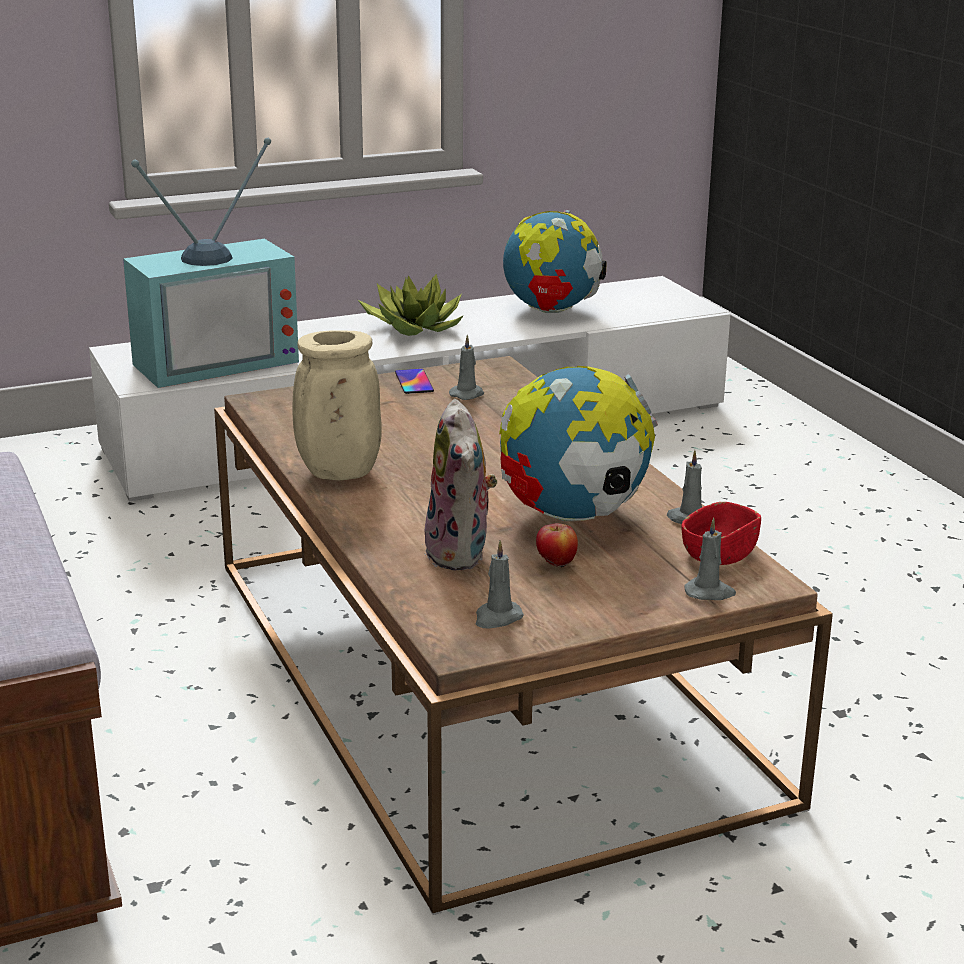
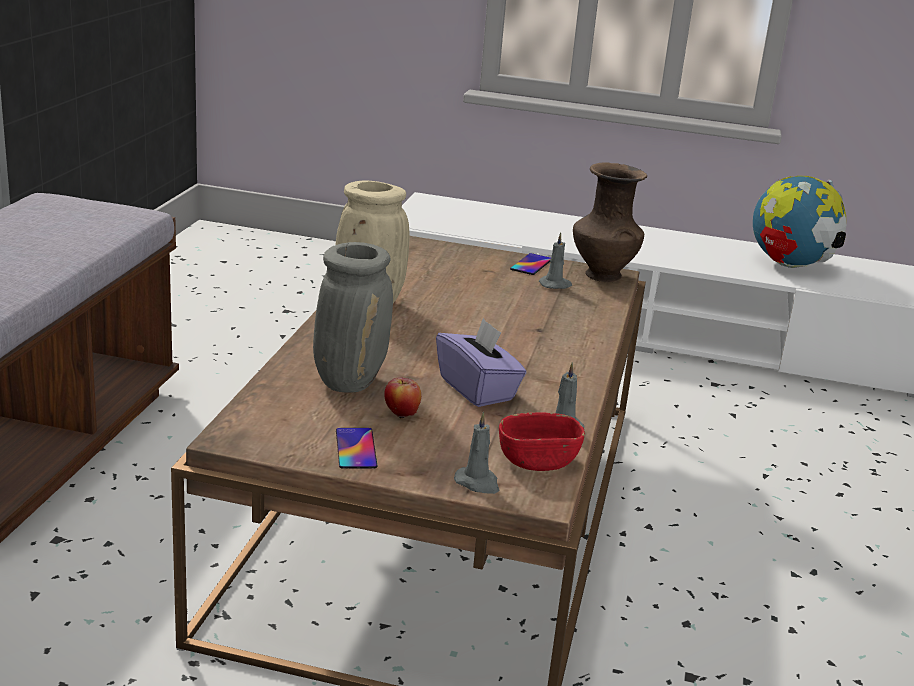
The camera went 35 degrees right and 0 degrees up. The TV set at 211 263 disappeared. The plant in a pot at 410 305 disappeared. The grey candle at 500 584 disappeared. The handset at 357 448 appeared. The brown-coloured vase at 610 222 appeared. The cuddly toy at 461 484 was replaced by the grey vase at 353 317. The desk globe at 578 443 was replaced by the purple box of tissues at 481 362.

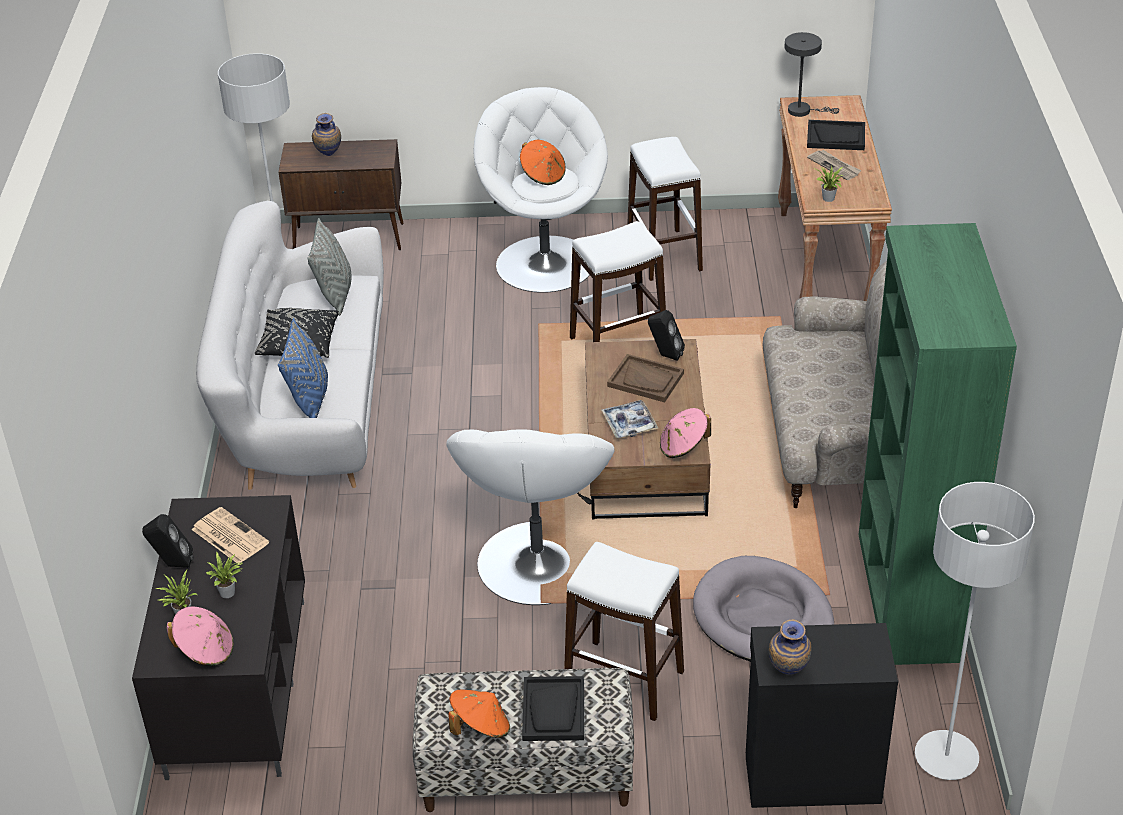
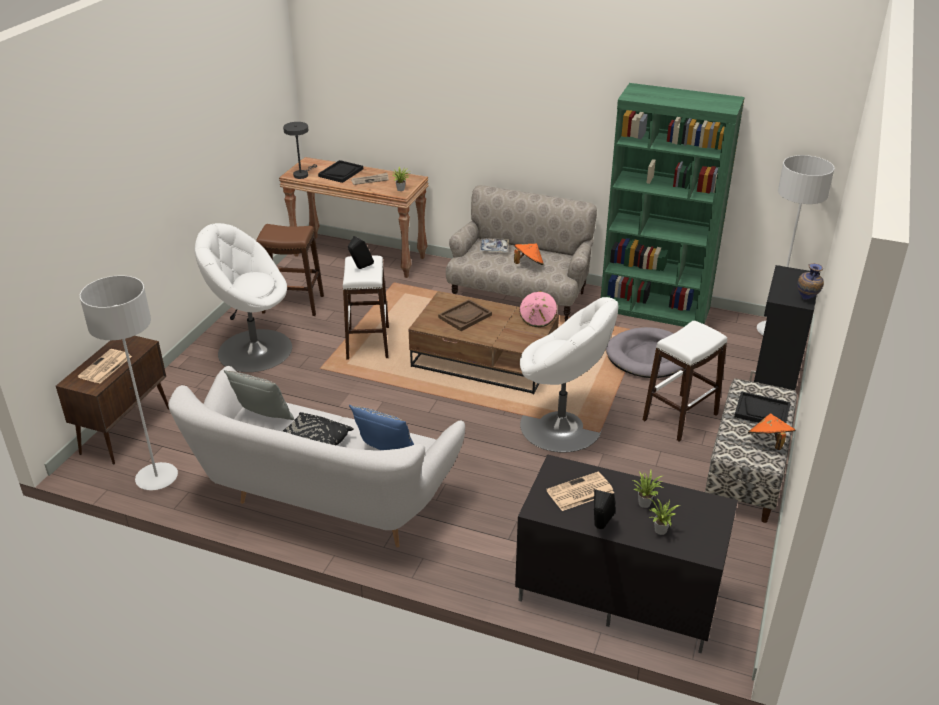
The camera went 70 degrees left and 5 degrees down. The pinkish clothing hat at 200 636 disappeared. The orangey clothing hat moved from 543 162 to 529 254. The serving tray moved from 630 419 to 494 245. The black audio speaker moved from 666 335 to 361 252. The vase at 326 134 was replaced by the daily paper at 105 366. The whitish stool seat at 665 209 became the brown-coloured stool seat at 290 270.

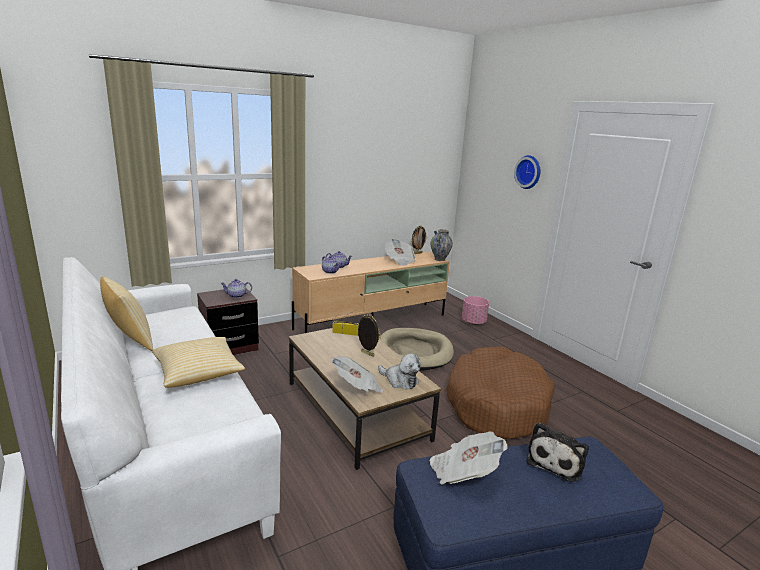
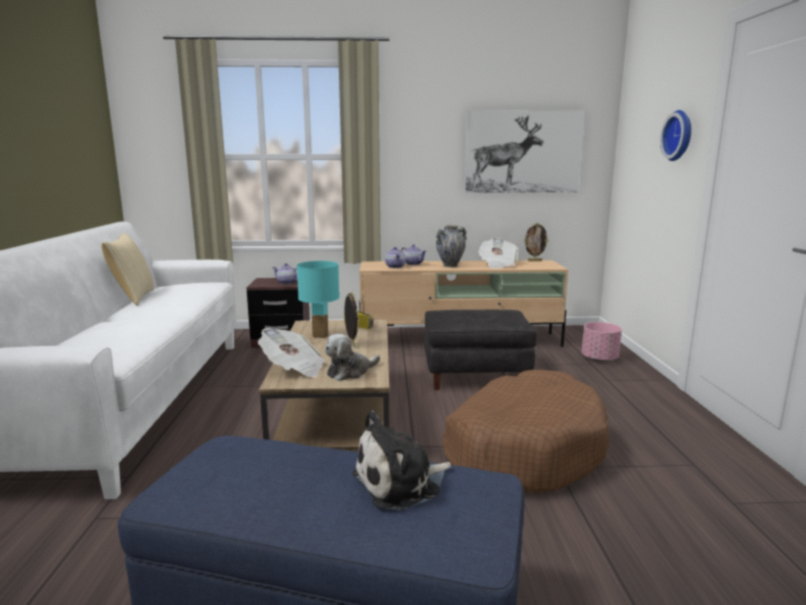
The camera went 30 degrees right and 5 degrees down. The cushion at 198 362 disappeared. The daily paper at 469 458 disappeared. The turquoise-coloured table lamp at 318 299 appeared. The wall art at 525 151 appeared. The vase moved from 441 245 to 451 246. The beige-coloured dog bed at 416 349 was replaced by the black pouffe at 480 350. The cuddly toy at 399 371 turned 75 degrees clockwise.

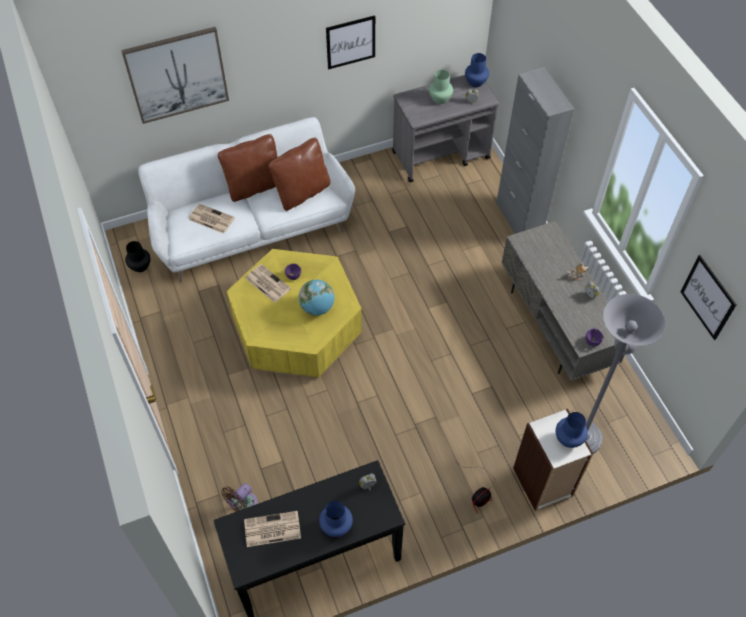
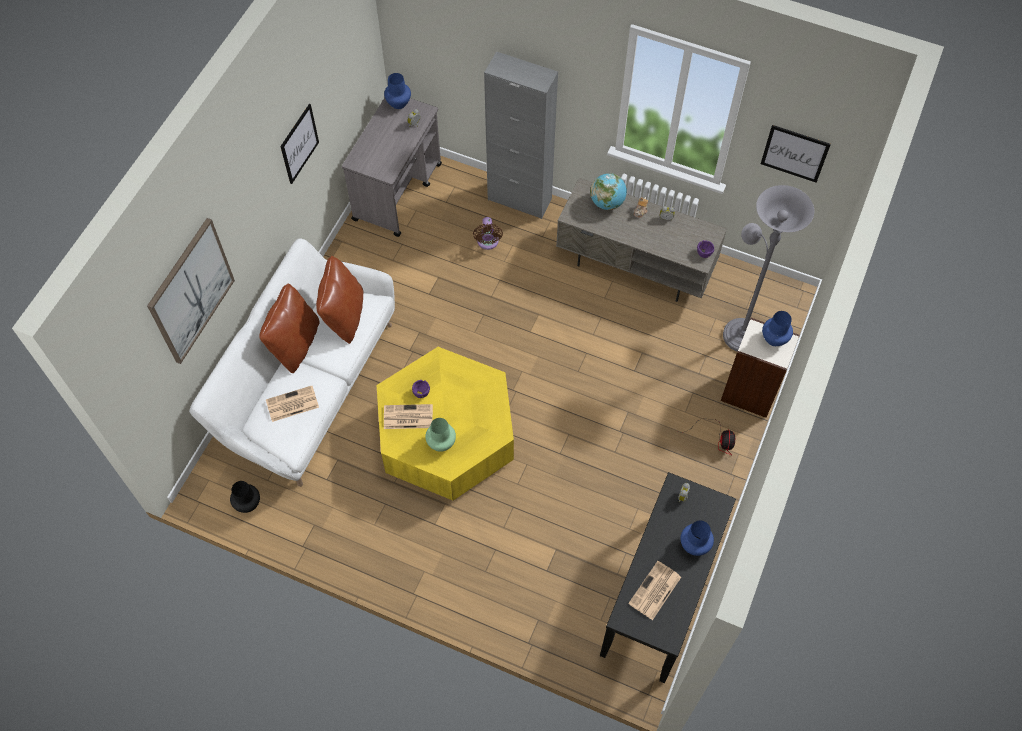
The camera went 45 degrees left and 5 degrees up. The brown-coloured fan moved from 239 497 to 488 233. The desk globe moved from 317 298 to 608 191. The green-coloured vase moved from 441 87 to 440 435.

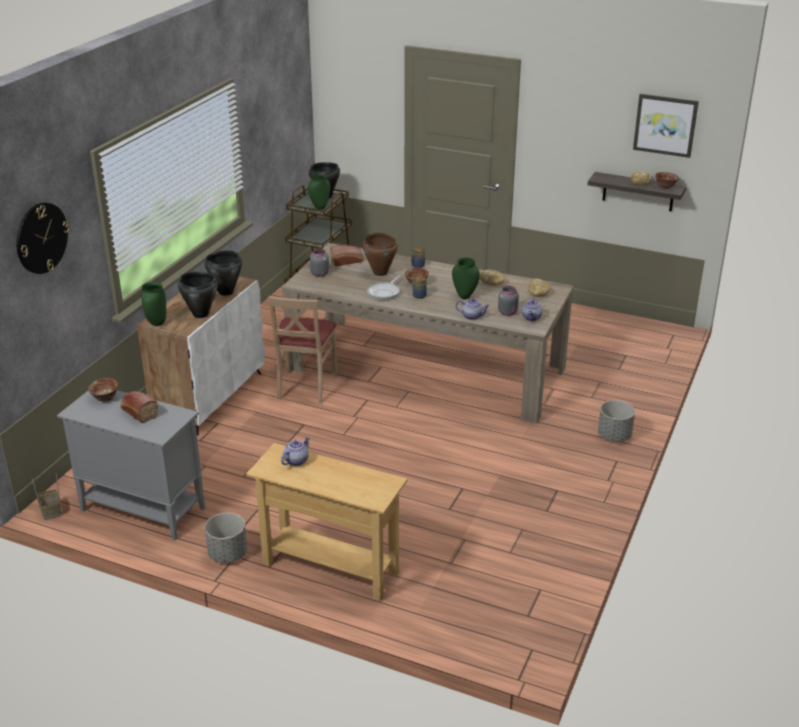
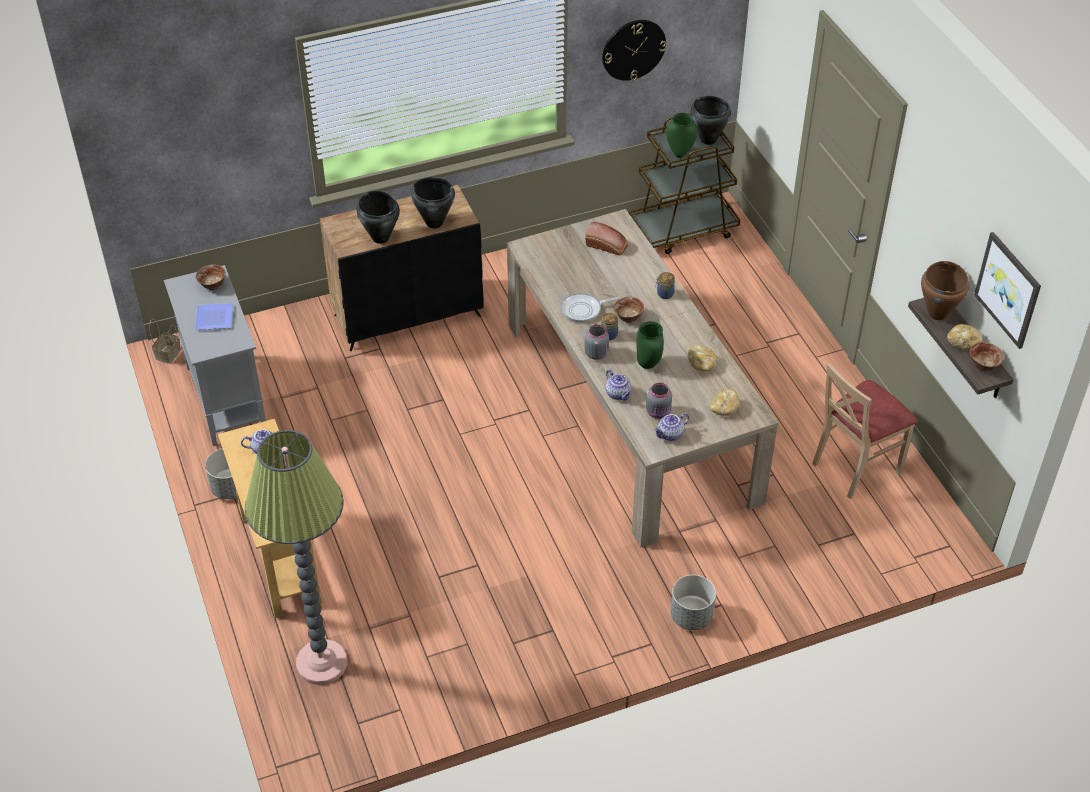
The camera went 45 degrees right and 15 degrees up. The green-coloured vase at 154 304 disappeared. The standard lamp at 296 557 appeared. The clock on the wall moved from 42 238 to 634 50. The beige-coloured chair moved from 302 350 to 865 431. The grey storage jar moved from 319 263 to 596 342. The brown-coloured cooking pot moved from 380 254 to 945 290. The bread at 139 407 was replaced by the plate at 214 316. The whitish storage cabinet at 201 353 became the black storage cabinet at 402 268.

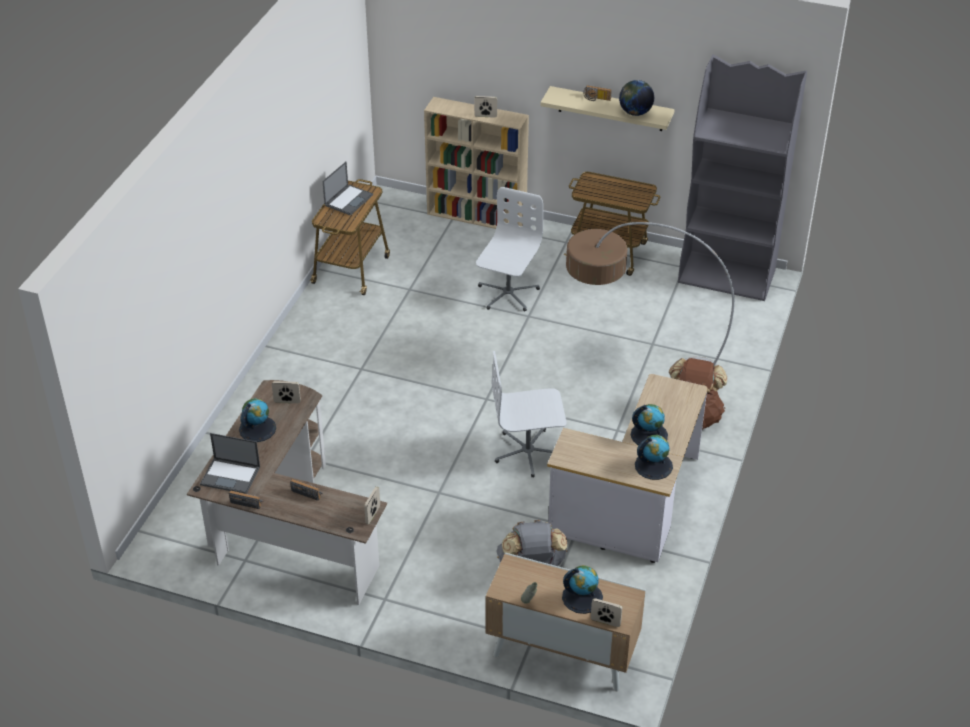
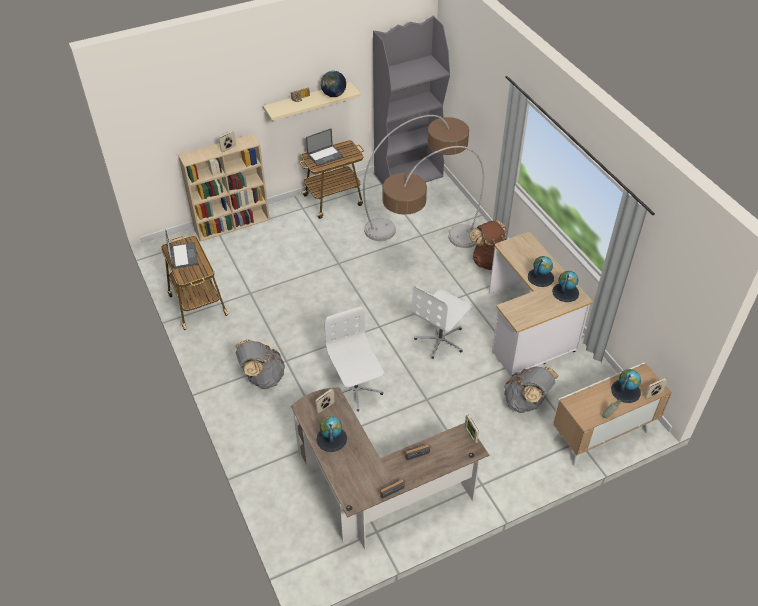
The camera went 45 degrees left and 5 degrees up. The grey backpack at 260 364 appeared. The standard lamp at 416 178 appeared. The portable computer moved from 230 463 to 324 147. The whitish computer chair moved from 509 249 to 354 359.

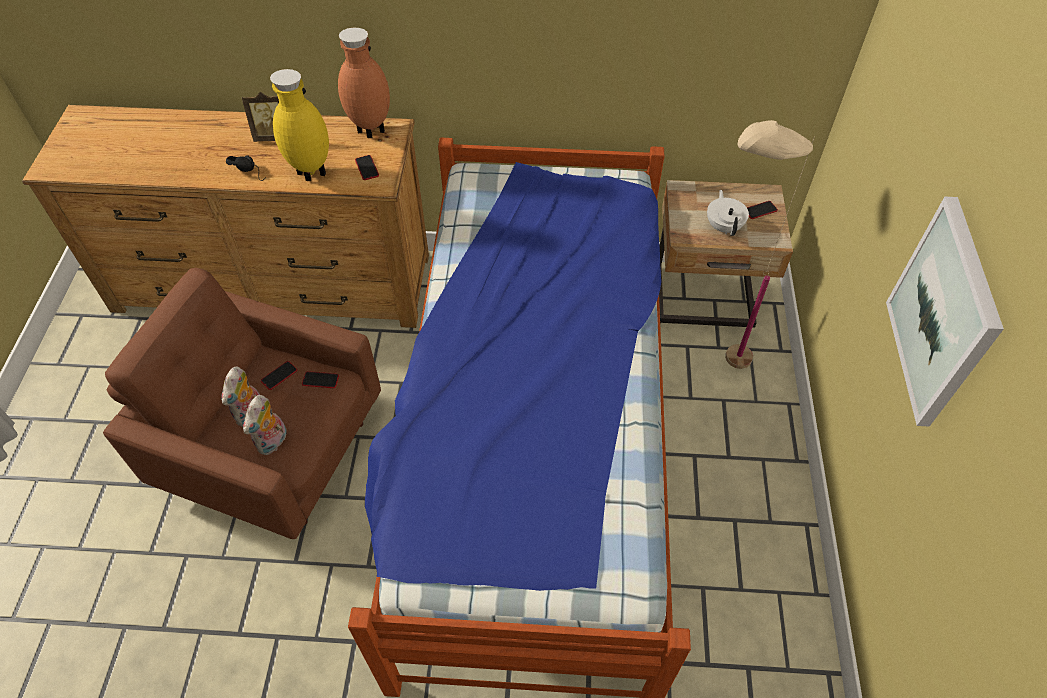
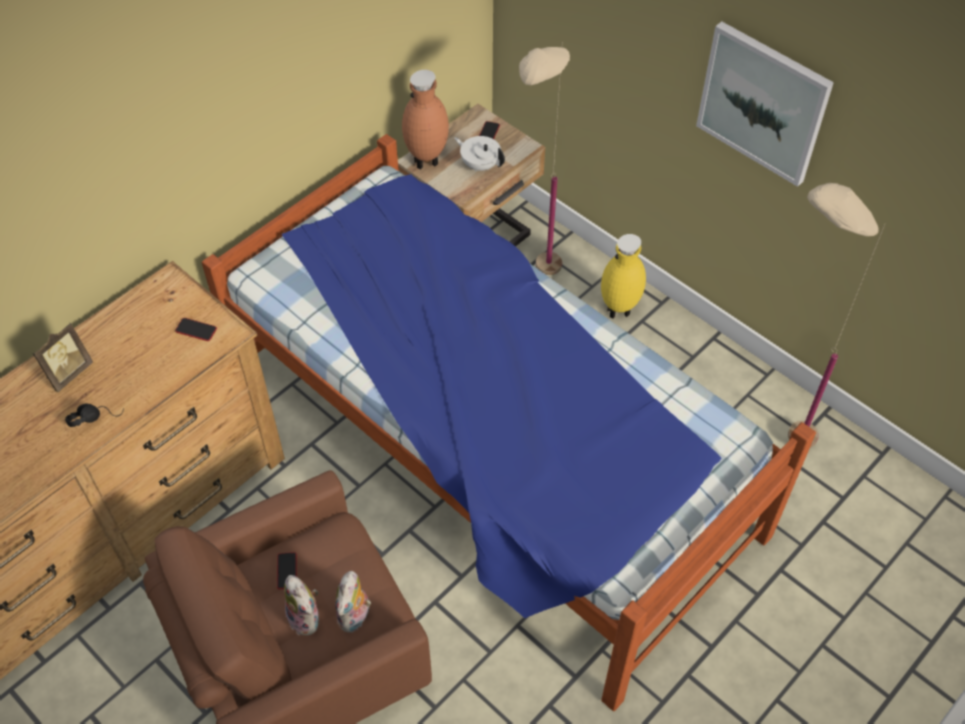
The camera went 50 degrees left and 0 degrees up. The handset at 320 379 disappeared. The beige-coloured standard lamp at 836 315 appeared. The yellow vase moved from 299 125 to 623 276. The brown-coloured vase moved from 364 83 to 425 120. The cuddly toy at 265 425 turned 45 degrees clockwise.

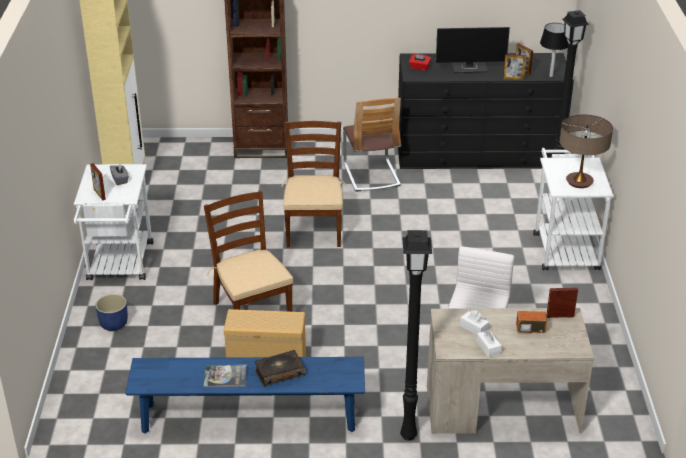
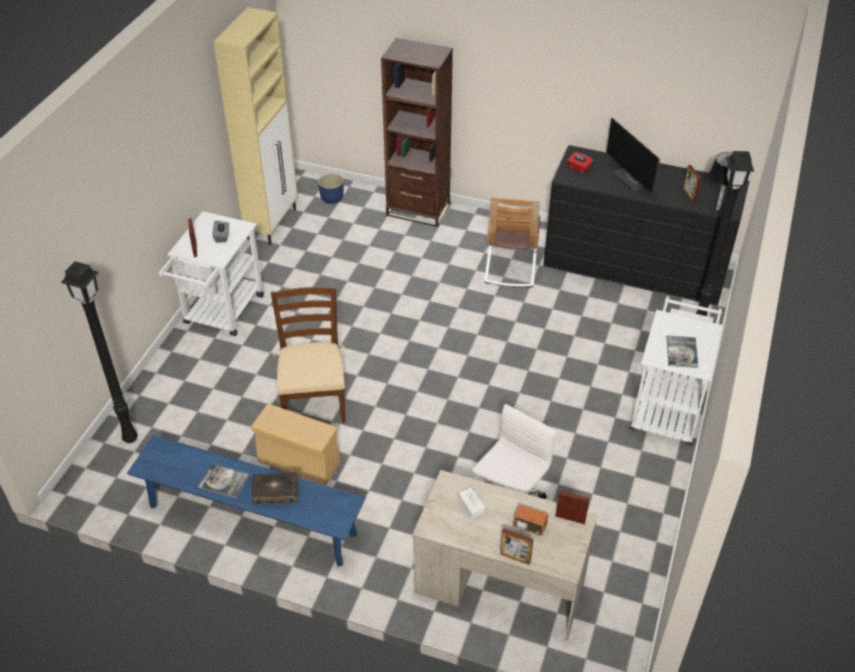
The camera went 20 degrees right and 10 degrees up. The brown-coloured chair at 313 184 disappeared. The whitish box of tissues at 489 344 disappeared. The blue-coloured flower pot moved from 111 312 to 331 188. The black standard lamp moved from 416 335 to 99 352. The picture frame moved from 514 67 to 516 547. The table lamp at 586 151 was replaced by the book at 682 351. The monitor at 473 50 turned 45 degrees clockwise.

